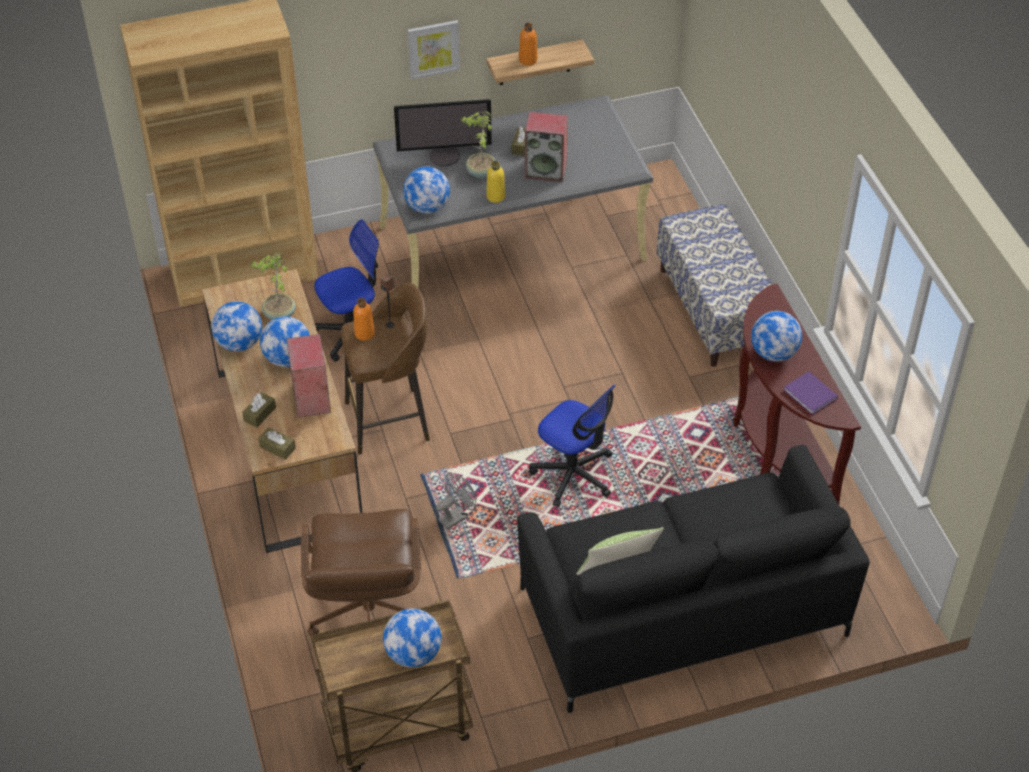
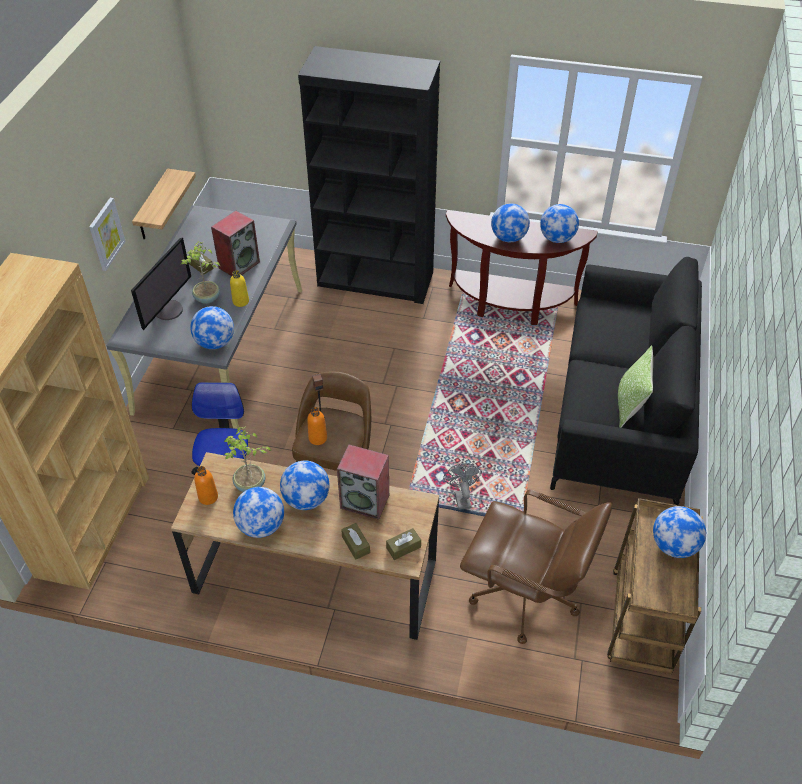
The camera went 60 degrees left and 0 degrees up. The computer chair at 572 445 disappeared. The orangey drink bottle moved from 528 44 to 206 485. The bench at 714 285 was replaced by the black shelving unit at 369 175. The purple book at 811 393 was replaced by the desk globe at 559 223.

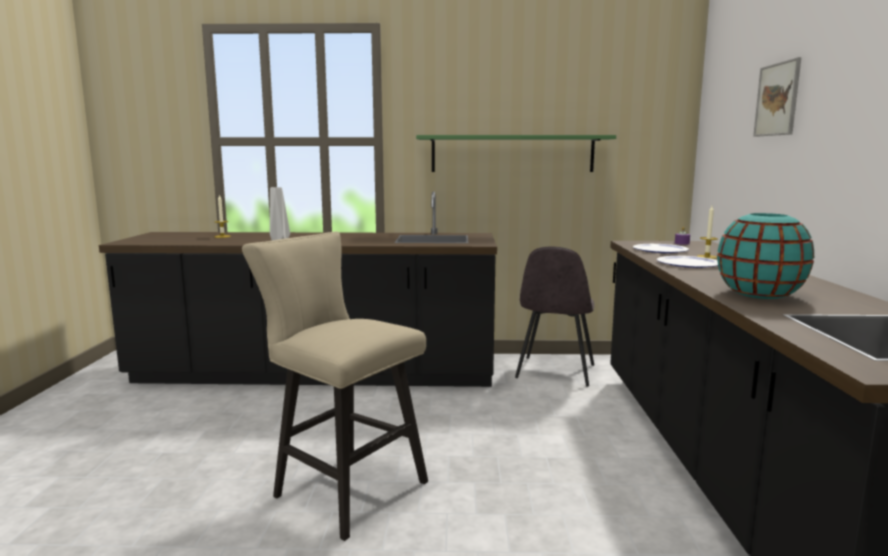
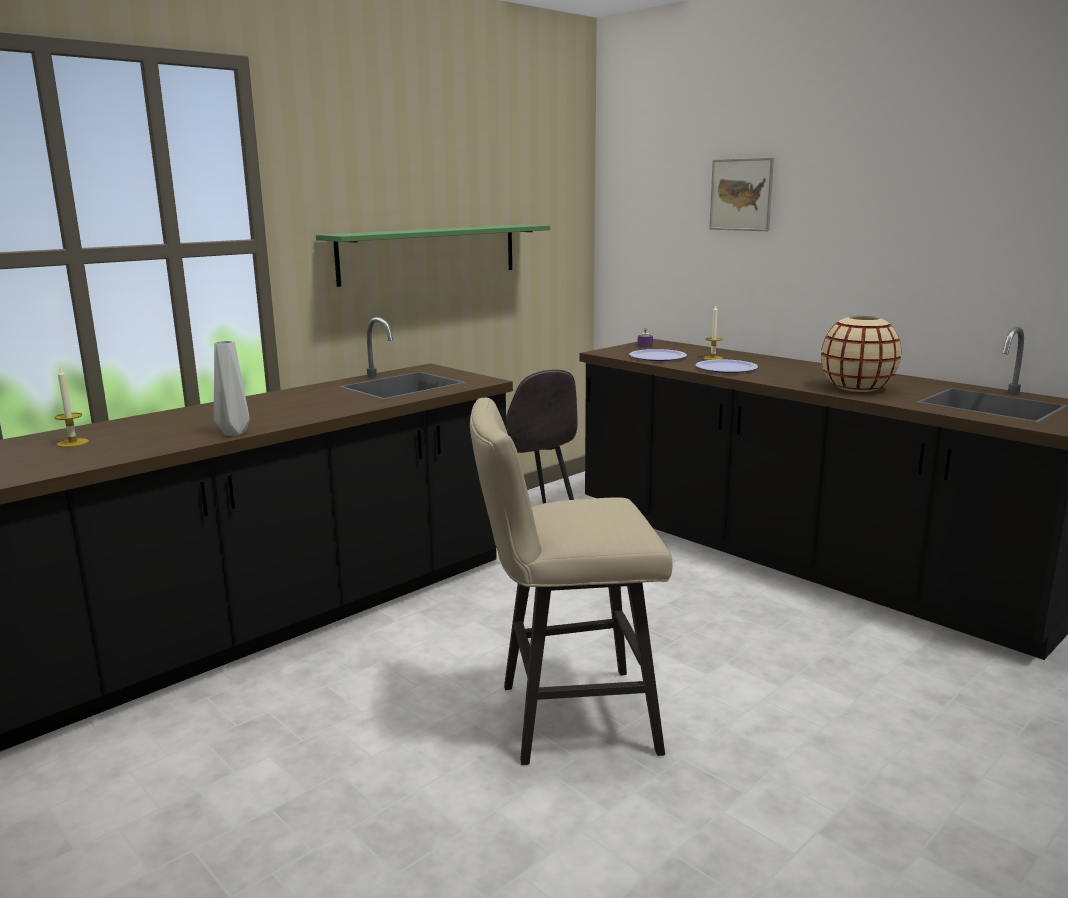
The camera went 45 degrees left and 5 degrees up. The turquoise-coloured vase at 765 256 became the beige-coloured vase at 861 354.

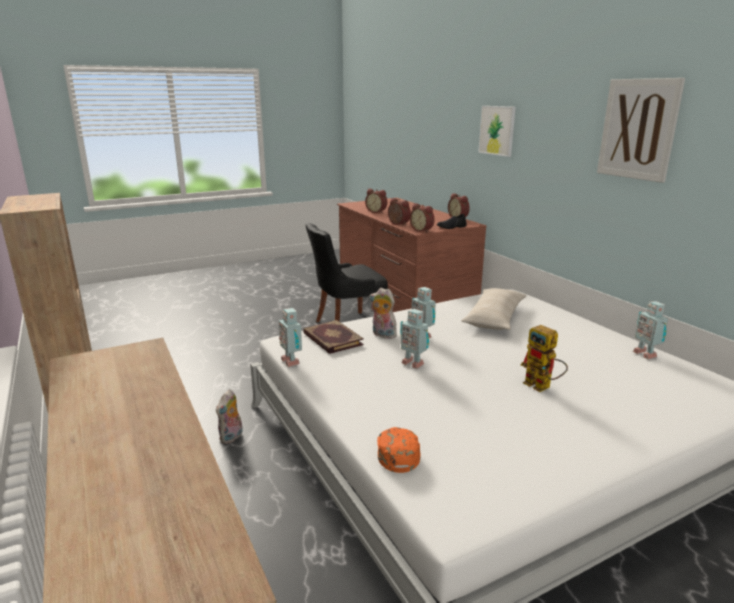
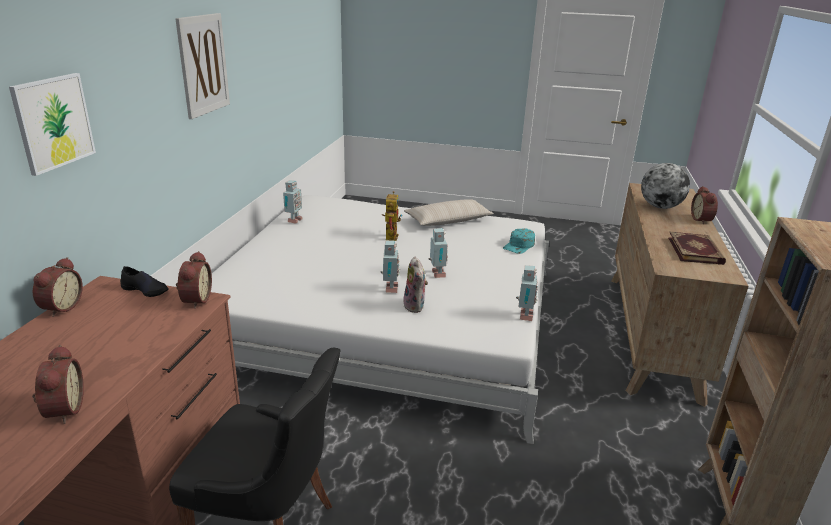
The camera went 140 degrees left and 5 degrees up. The cuddly toy at 229 416 disappeared. The desk globe at 665 186 appeared. The book moved from 333 337 to 697 248. The bedside clock moved from 399 211 to 704 205. The beige-coloured cushion moved from 493 309 to 449 212. The orangey baseball cap at 398 450 became the turquoise-coloured baseball cap at 519 241.

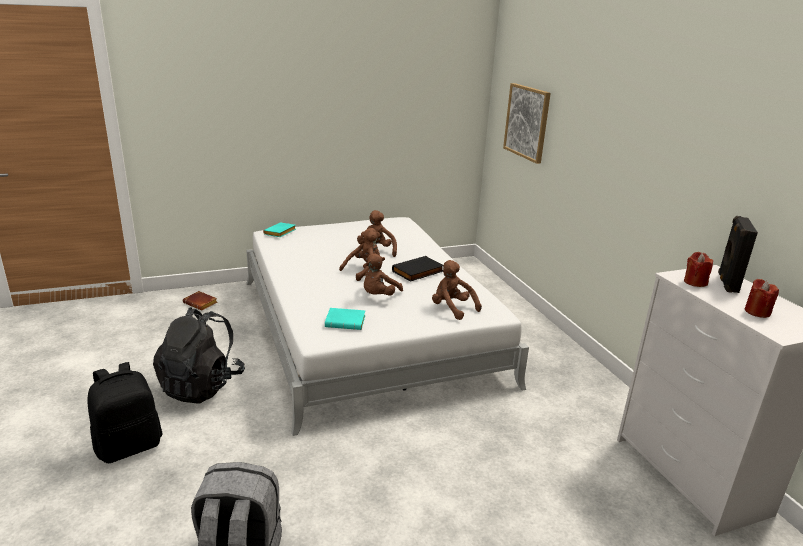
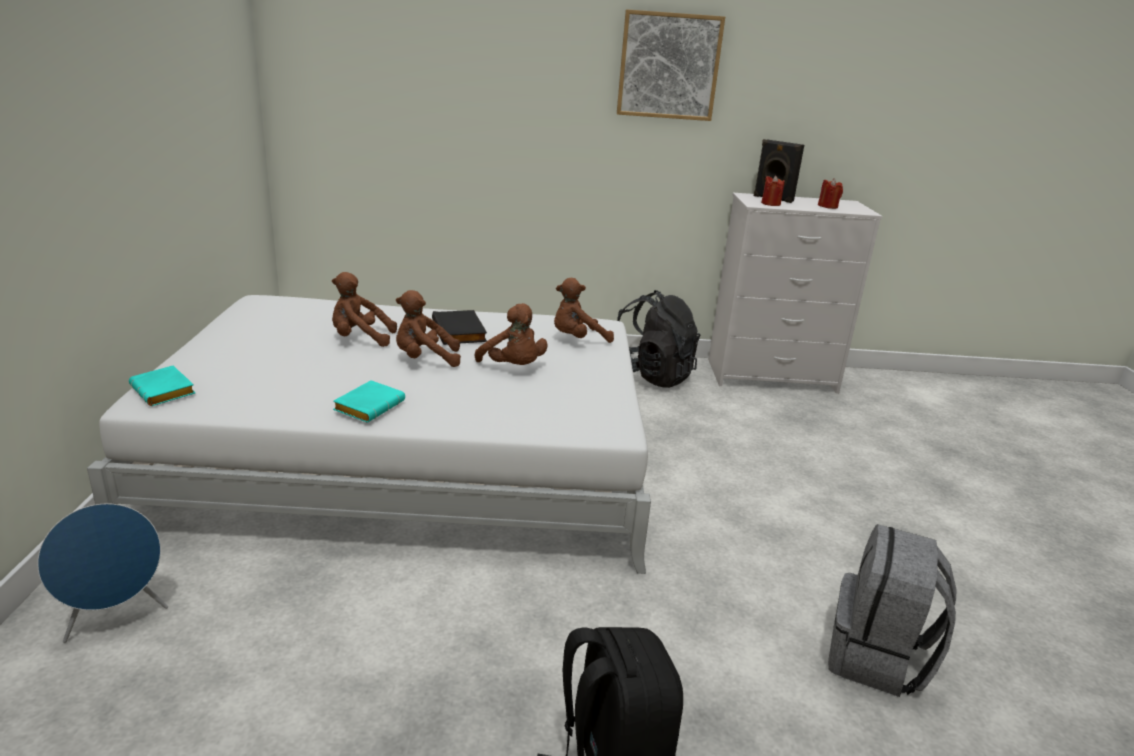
The camera went 70 degrees left and 0 degrees up. The black backpack moved from 199 355 to 659 339. The turquoise-coloured book moved from 345 319 to 369 401. The wall art moved from 527 123 to 671 65. The brown-coloured book at 200 300 was replaced by the blue-coloured audio speaker at 102 573. The brown-coloured cuddly toy at 359 254 turned 75 degrees counterclockwise.

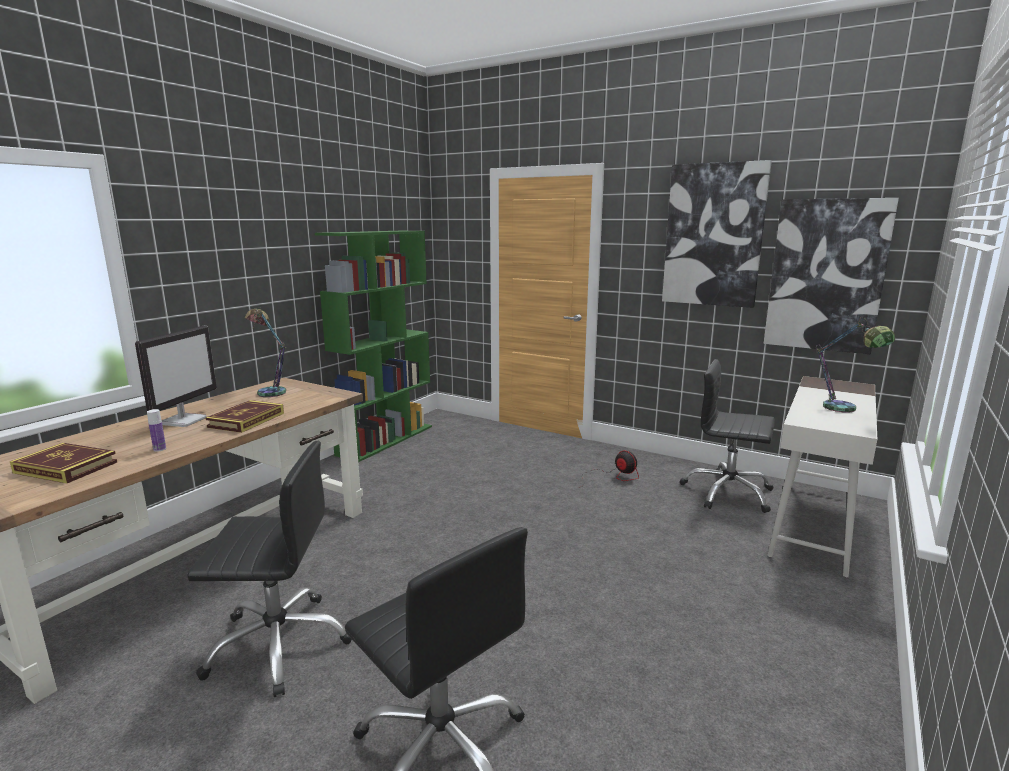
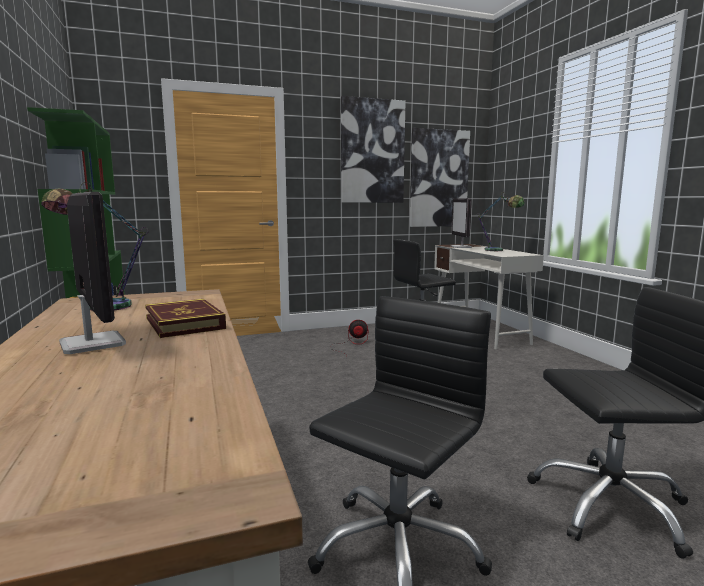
The camera went 50 degrees left and 5 degrees down. The book at 63 463 disappeared. The drink bottle at 156 430 disappeared. The monitor at 461 223 appeared.

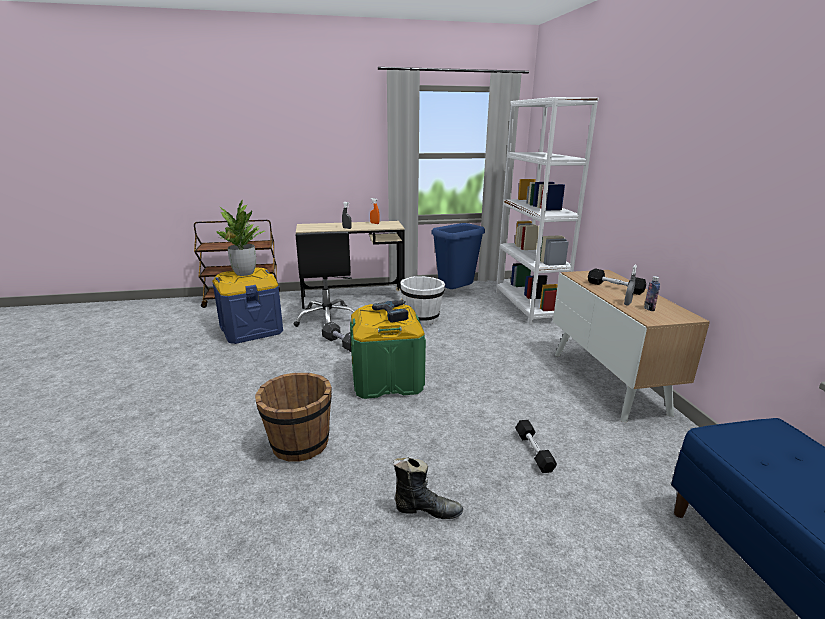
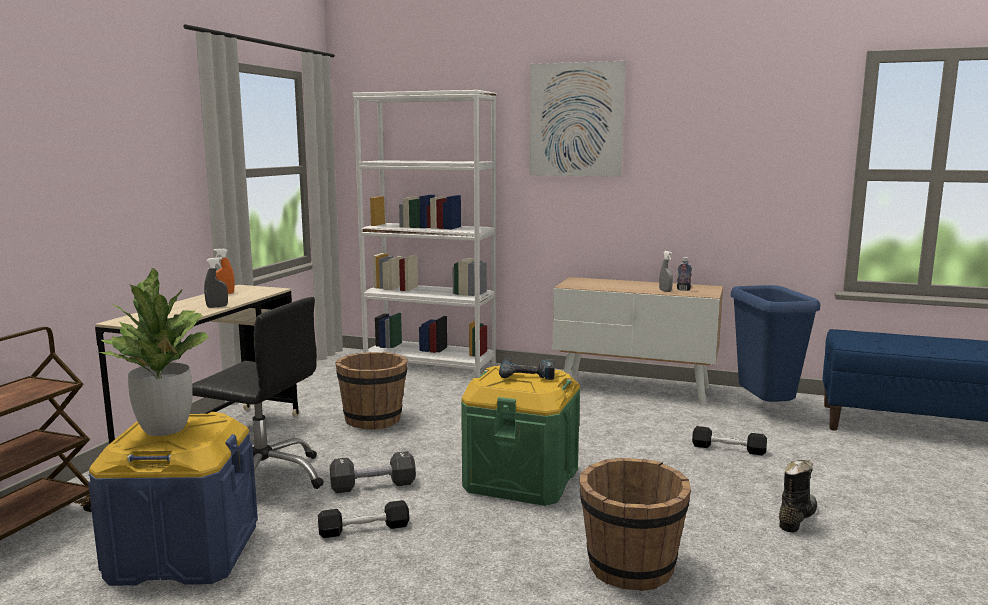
The camera went 60 degrees left and 10 degrees down. The wall art at 577 119 appeared. The blue-coloured rubbish bin moved from 458 256 to 775 343. The black hand weight moved from 617 281 to 363 519. The whitish water bucket at 422 300 became the brown-coloured water bucket at 371 390.

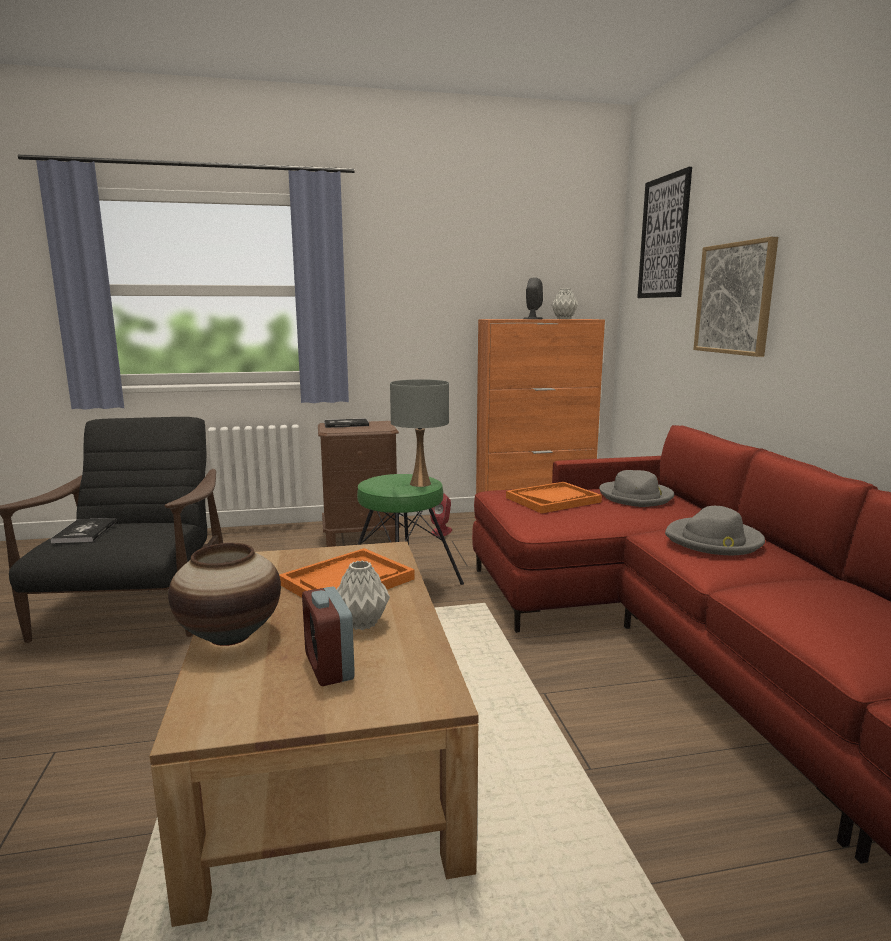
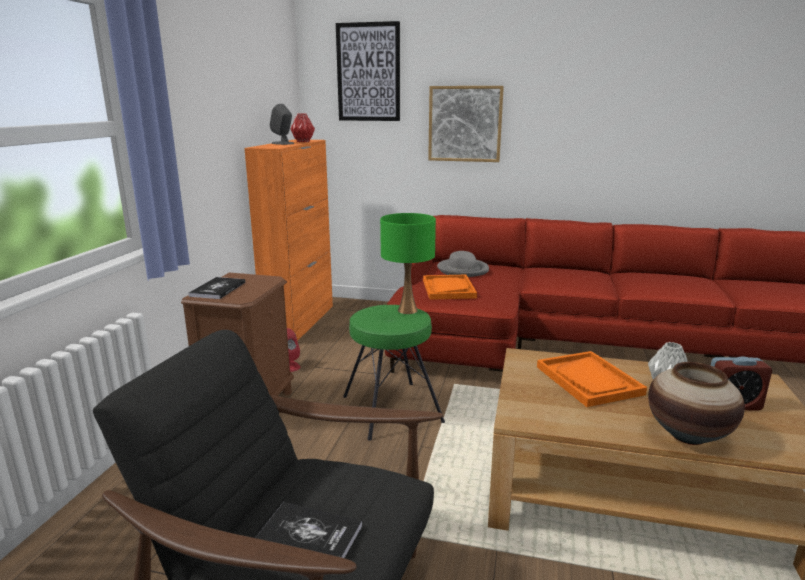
The camera went 65 degrees left and 5 degrees up. The grey clothing hat at 715 530 disappeared. The grey table lamp at 419 433 became the green-coloured table lamp at 408 263. The grey vase at 564 303 became the red-coloured vase at 303 127.

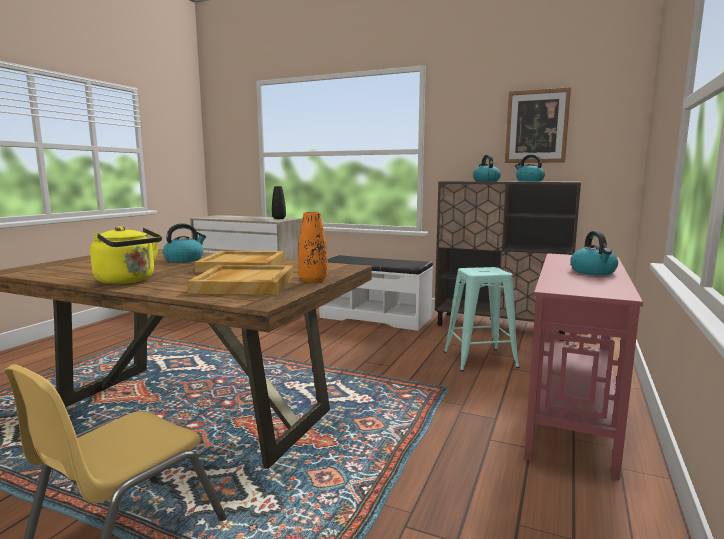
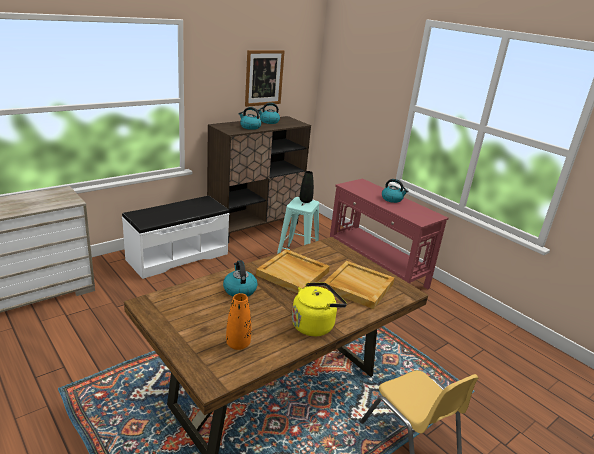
The camera went 65 degrees left and 15 degrees up. The black vase moved from 279 202 to 307 187. The orangey vase moved from 313 247 to 238 321.

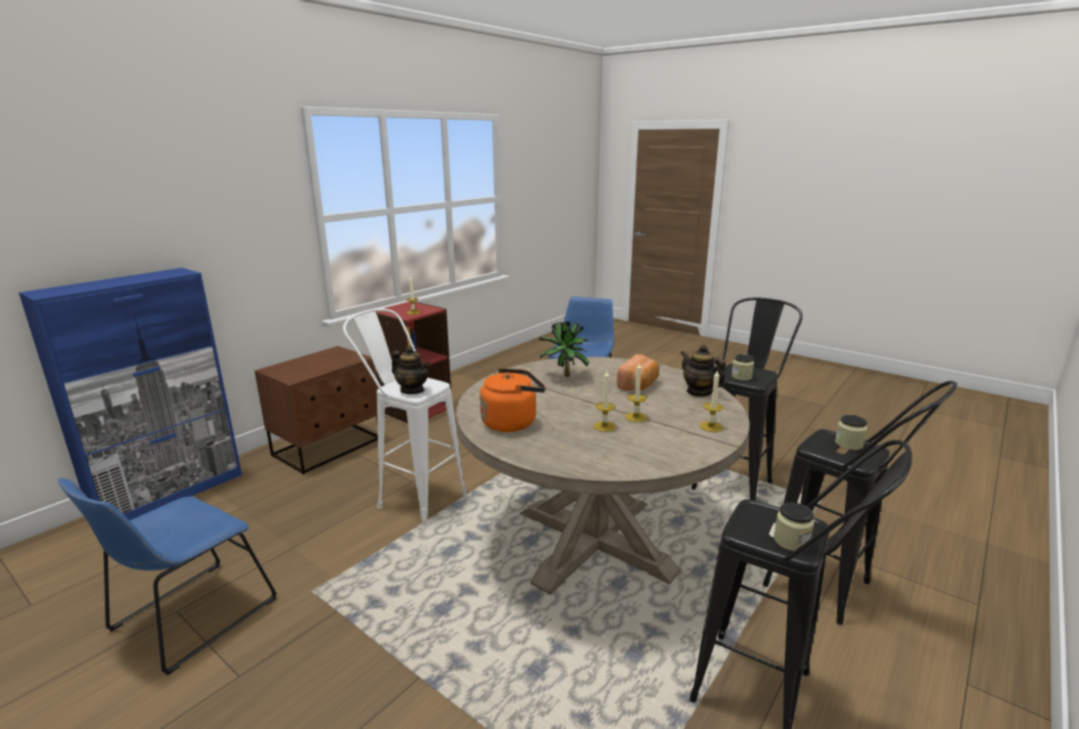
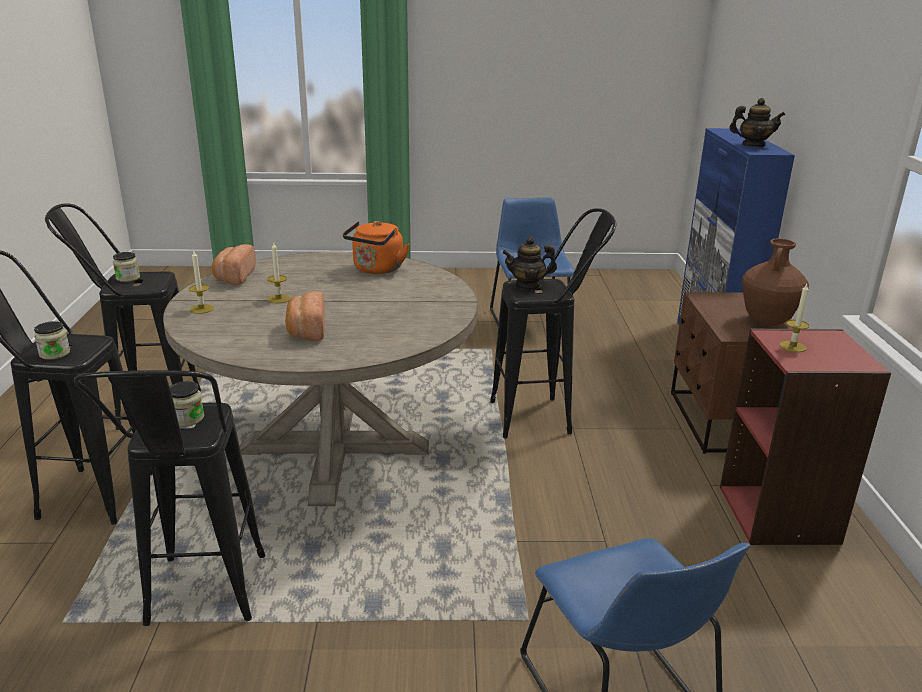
The camera went 140 degrees right and 5 degrees up. The plant in a pot at 564 349 disappeared. The candle at 604 401 disappeared. The bread at 234 264 appeared. The brown-coloured vase at 775 281 appeared. The teapot moved from 703 371 to 757 122. The whitish stool seat at 405 417 became the black stool seat at 553 323.

